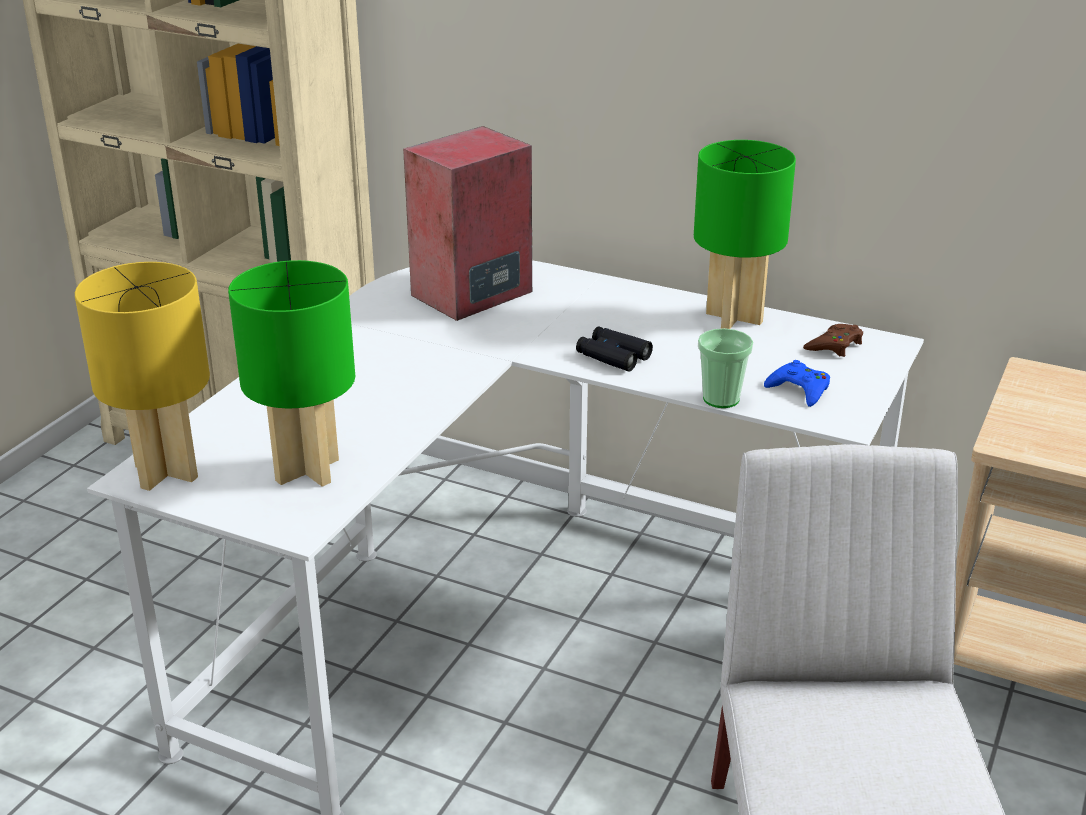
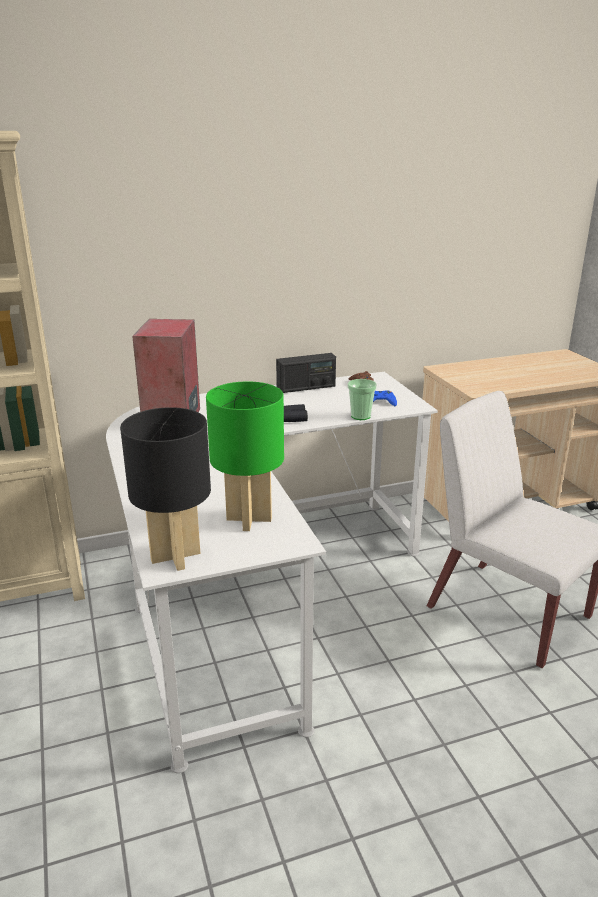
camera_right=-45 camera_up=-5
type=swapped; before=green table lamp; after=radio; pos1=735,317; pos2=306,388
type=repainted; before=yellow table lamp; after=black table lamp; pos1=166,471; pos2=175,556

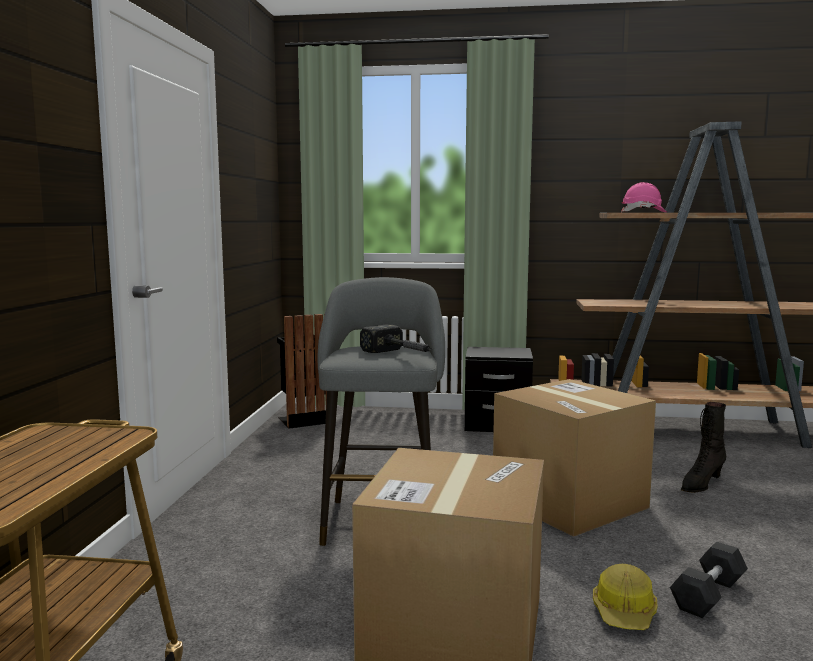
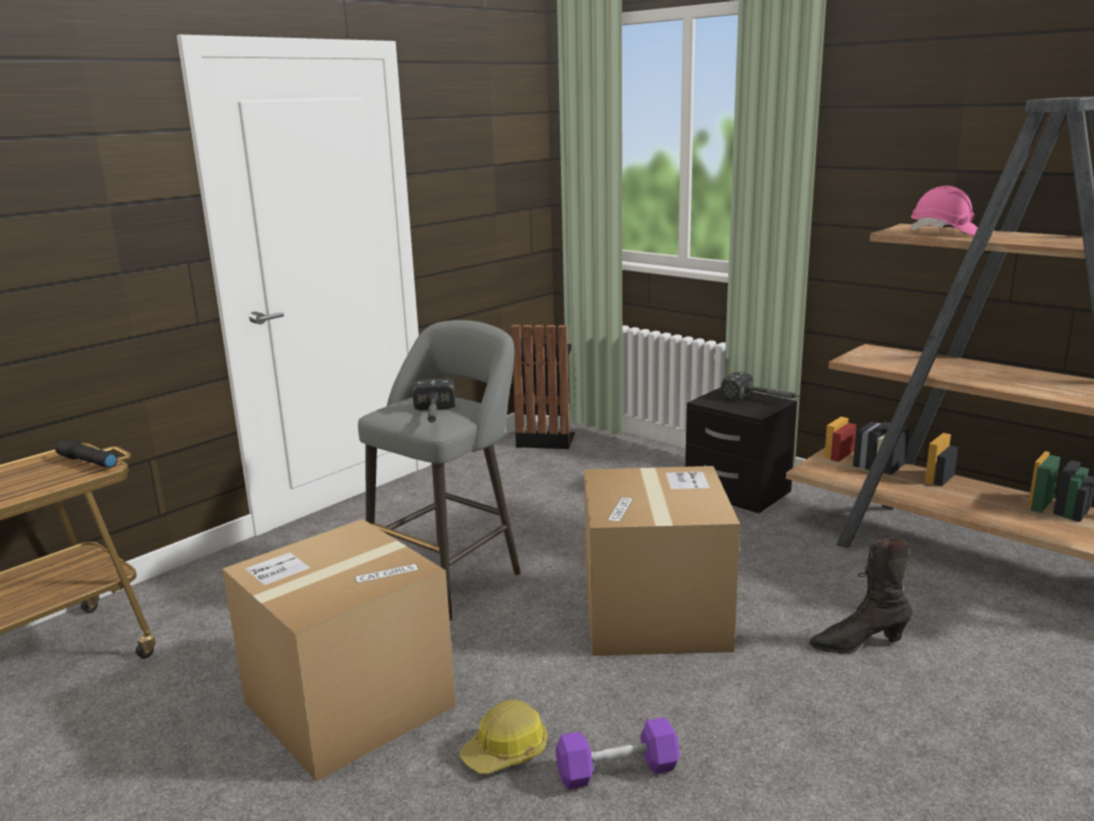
camera_right=35 camera_up=10
type=repainted; before=grey dumbbell; after=purple dumbbell; pos1=708,595; pos2=617,770
type=new; after=hammer; pos2=762,400
type=new; after=black flashlight; pos2=87,462

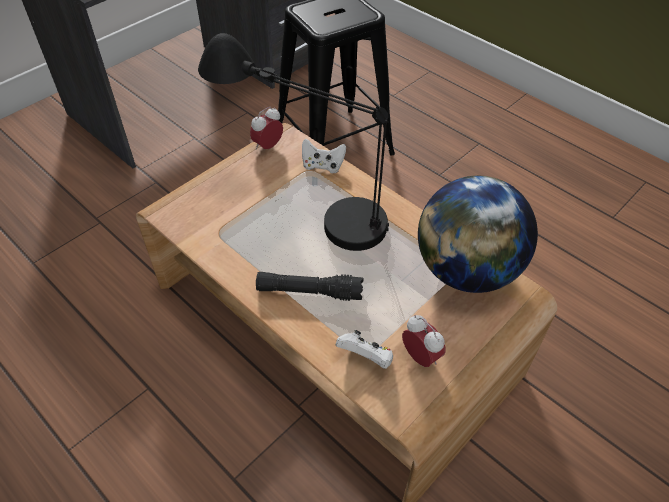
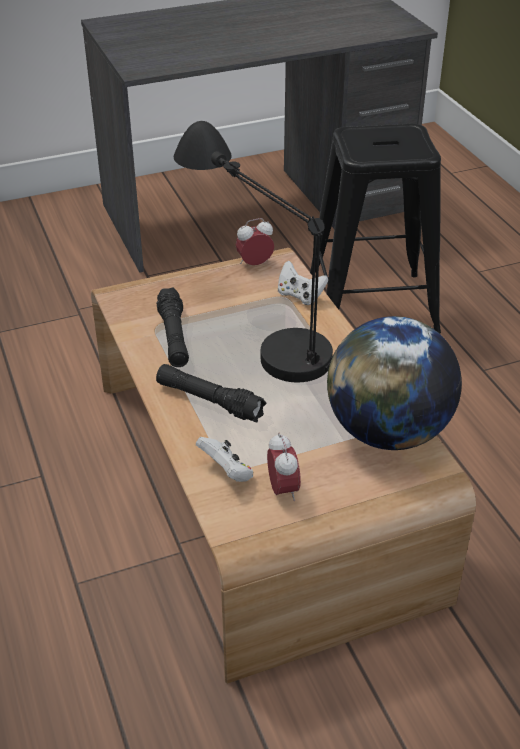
camera_right=25 camera_up=-10
type=new; after=black flashlight; pos2=174,336

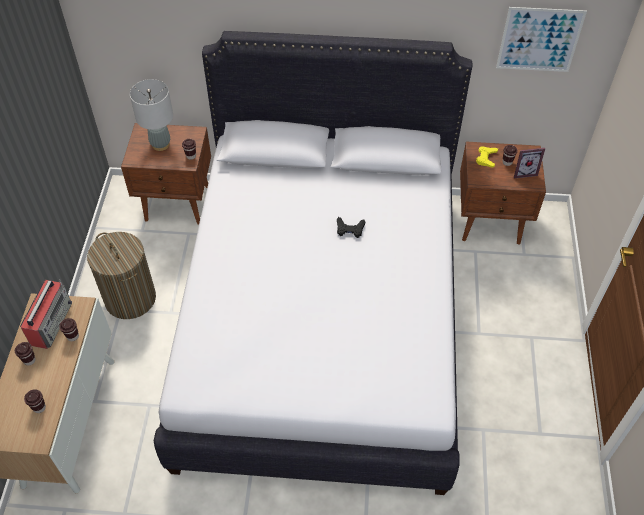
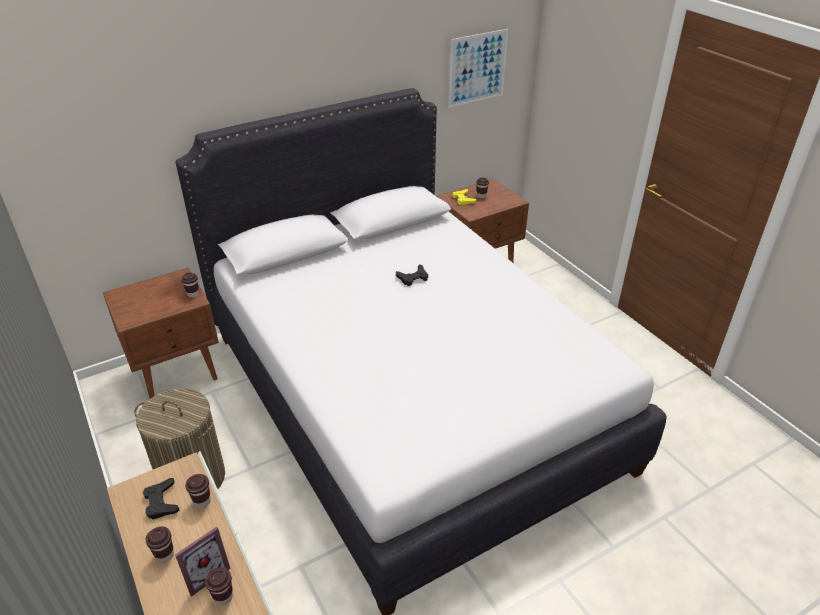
camera_right=-35 camera_up=-15
type=gone; before=grey table lamp; pos1=160,144
type=shifted; before=picture frame; pos1=523,172; pos2=204,573
type=swapped; before=radio; after=black game controller; pos1=51,322; pos2=161,502

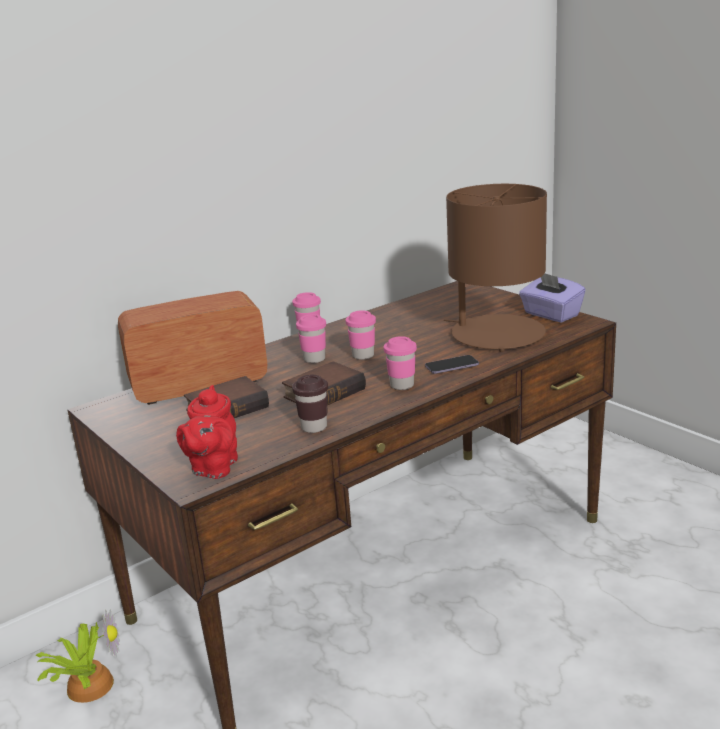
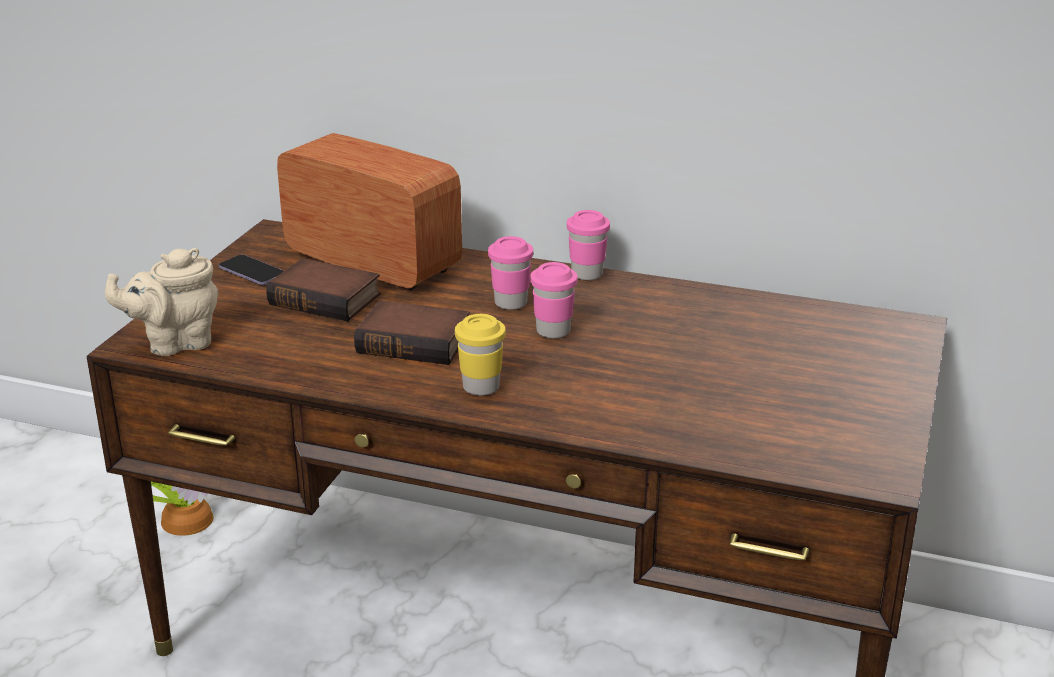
camera_right=55 camera_up=5
type=gone; before=brown table lamp; pos1=496,334
type=gone; before=purple tissue box; pos1=551,315
type=repainted; before=pink cup; after=yellow cup; pos1=402,385; pos2=481,387
type=shifted; before=phone; pos1=452,366; pos2=252,272
type=gone; before=brown cup; pos1=314,427
type=repainted; before=red teapot; after=beige teapot; pos1=213,468; pos2=175,343

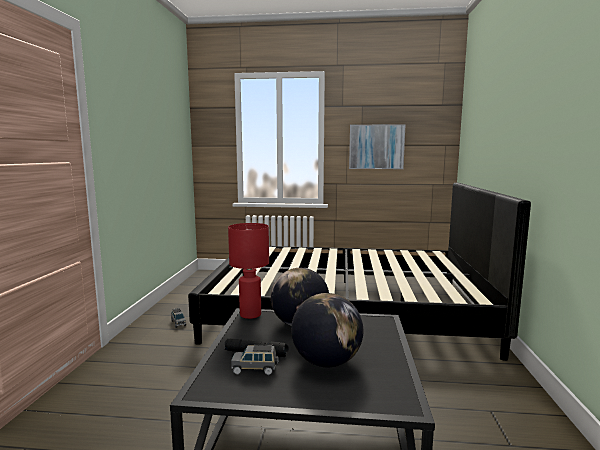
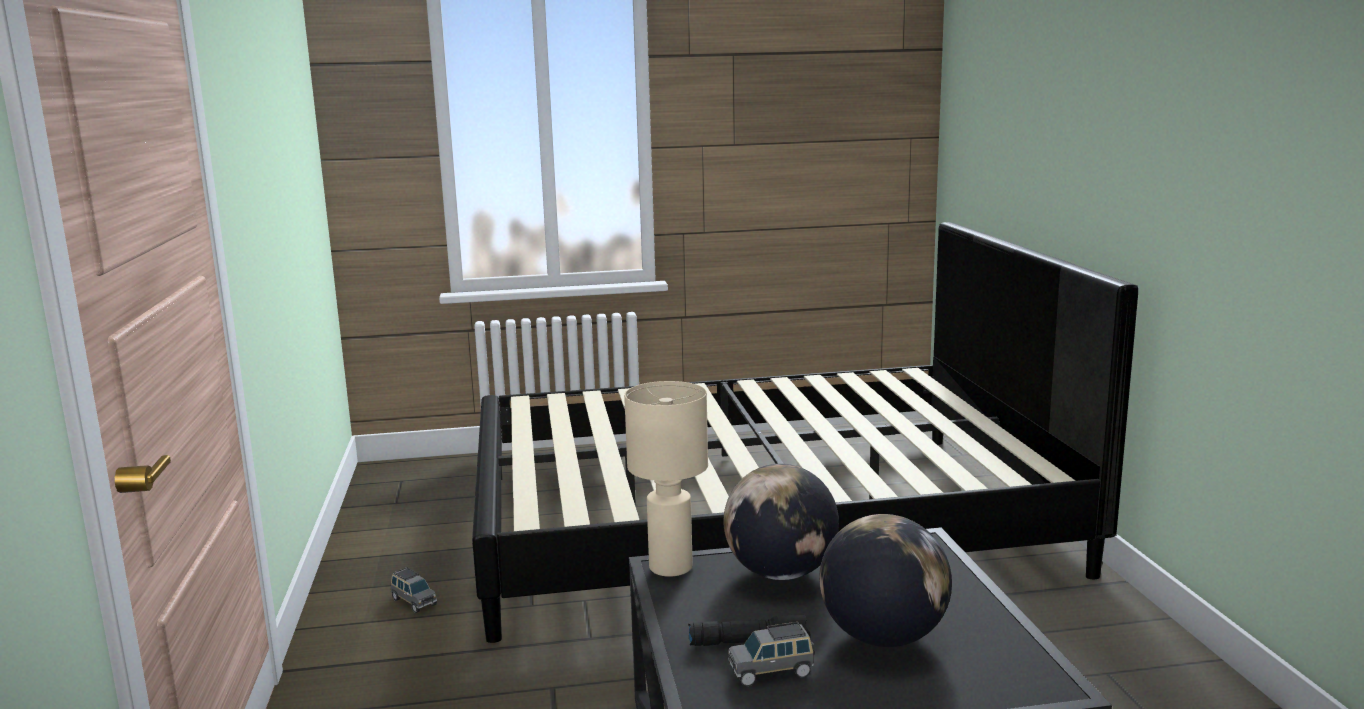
camera_right=-15 camera_up=5
type=gone; before=picture; pos1=376,147
type=repainted; before=red table lamp; after=beige table lamp; pos1=250,314; pos2=671,567

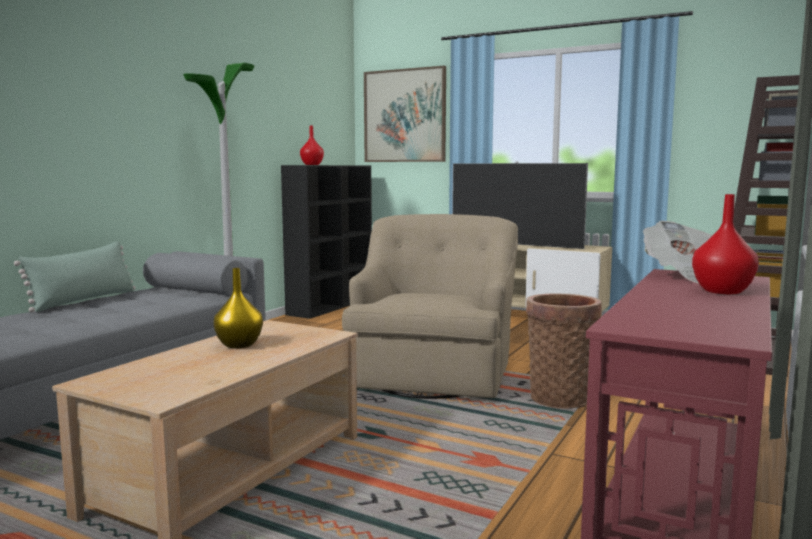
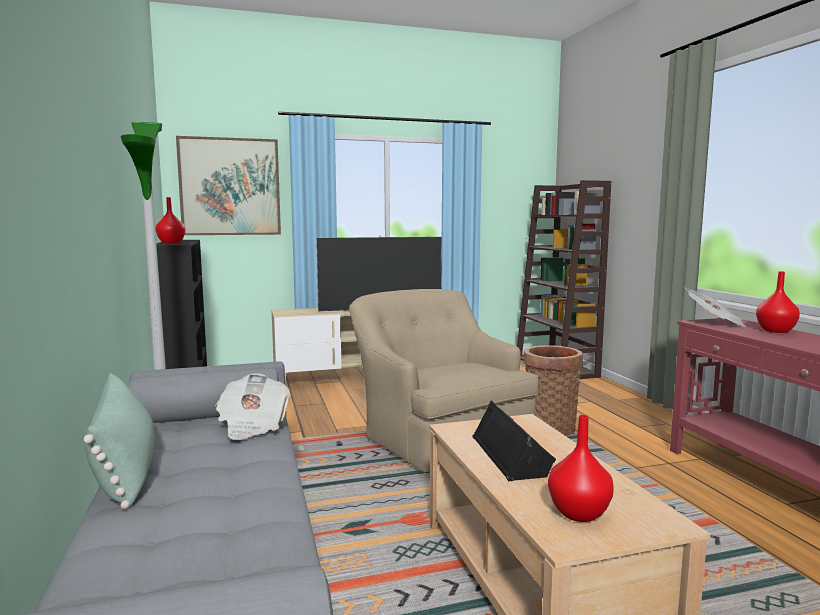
camera_right=-45 camera_up=0
type=swapped; before=yellow vase; after=black speaker; pos1=239,345; pos2=512,455
type=new; after=newspaper; pos2=252,425
type=new; after=red vase; pos2=577,513

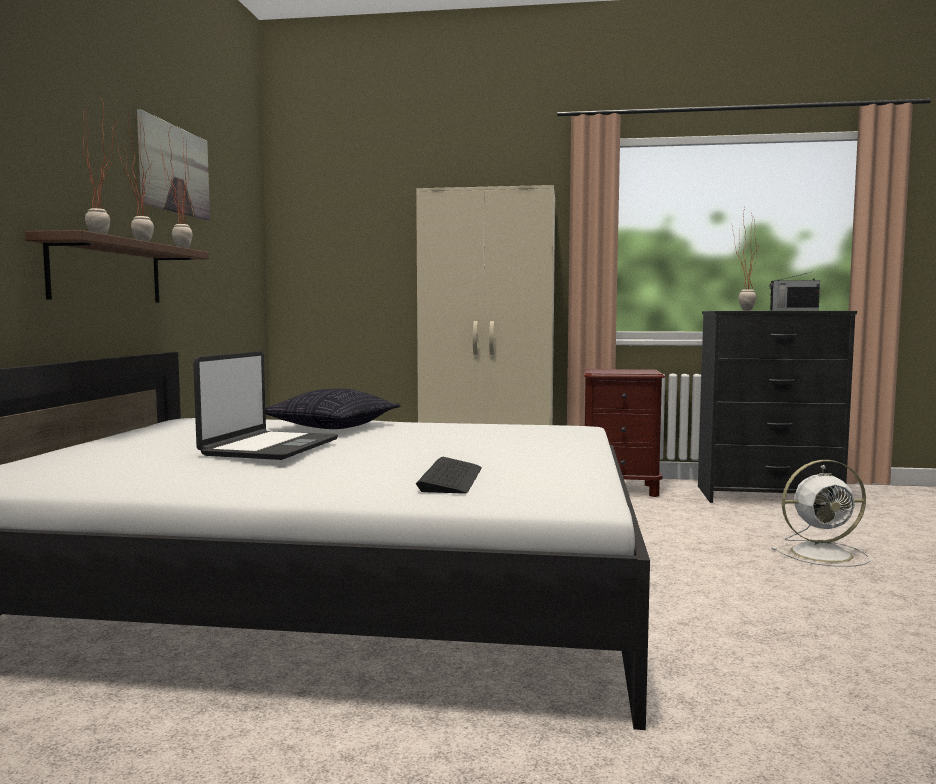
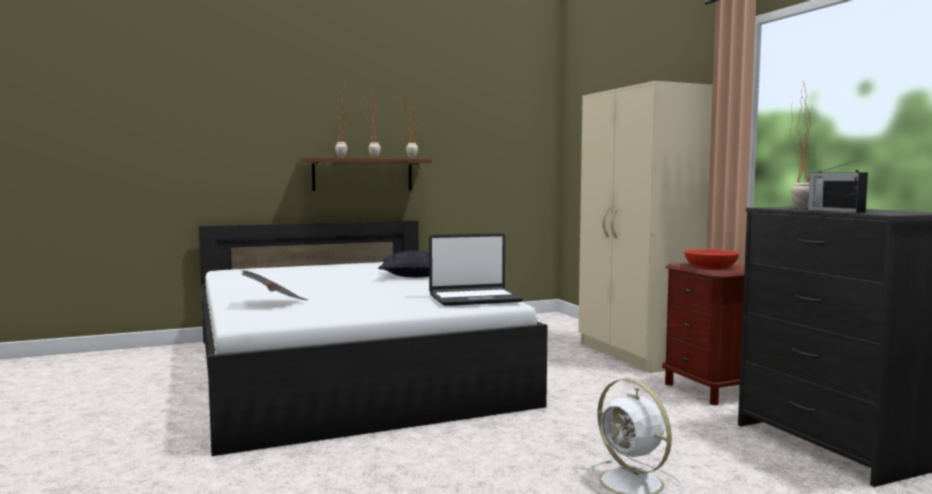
camera_right=60 camera_up=0
type=gone; before=picture; pos1=174,169
type=shifted; before=laptop; pos1=269,447; pos2=474,298
type=swapped; before=keyboard; after=newspaper; pos1=451,478; pos2=275,303
type=new; after=red bowl; pos2=710,266

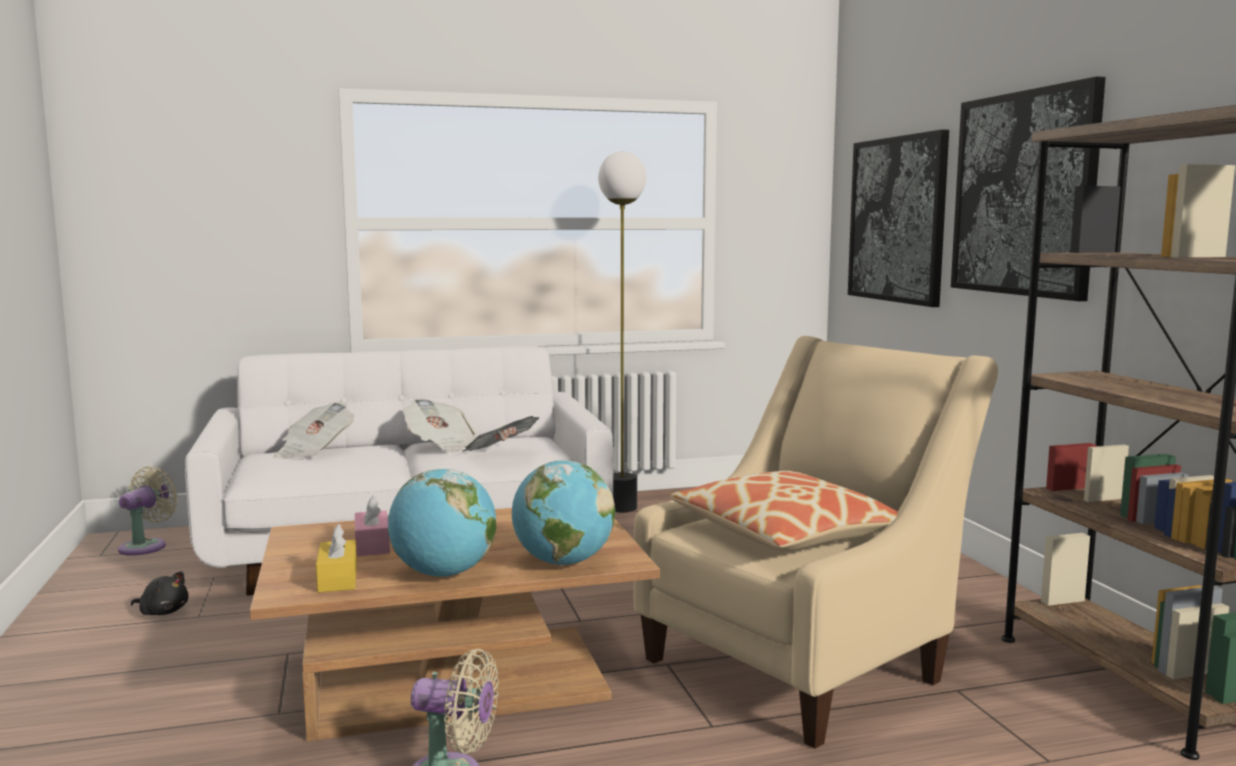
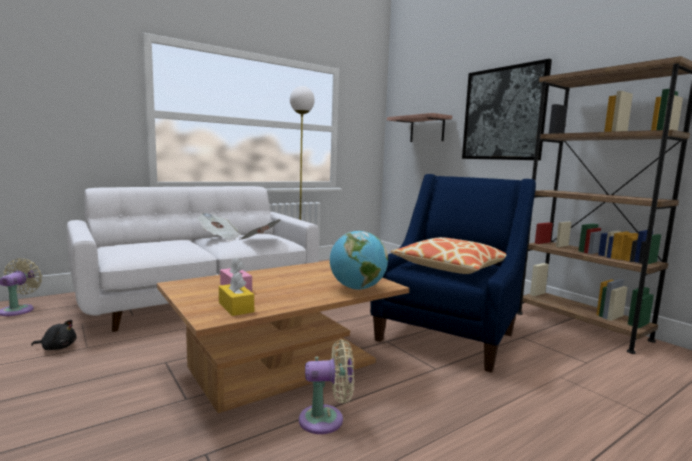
camera_right=-20 camera_up=0
type=swapped; before=picture; after=shelf; pos1=897,219; pos2=427,129
type=repainted; before=beige armchair; after=blue armchair; pos1=805,664; pos2=449,333
type=gone; before=newspaper; pos1=314,451
type=gone; before=globe; pos1=444,574

